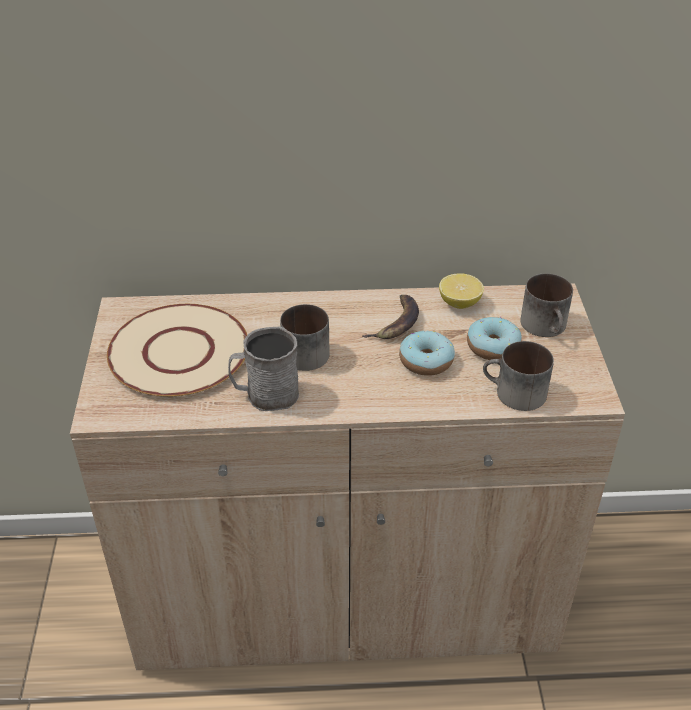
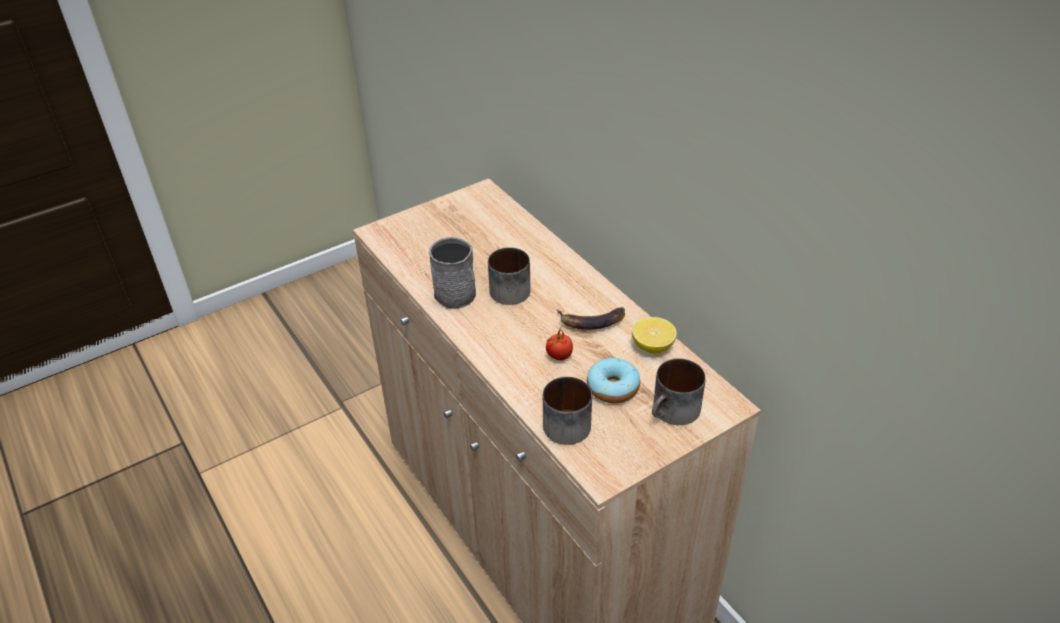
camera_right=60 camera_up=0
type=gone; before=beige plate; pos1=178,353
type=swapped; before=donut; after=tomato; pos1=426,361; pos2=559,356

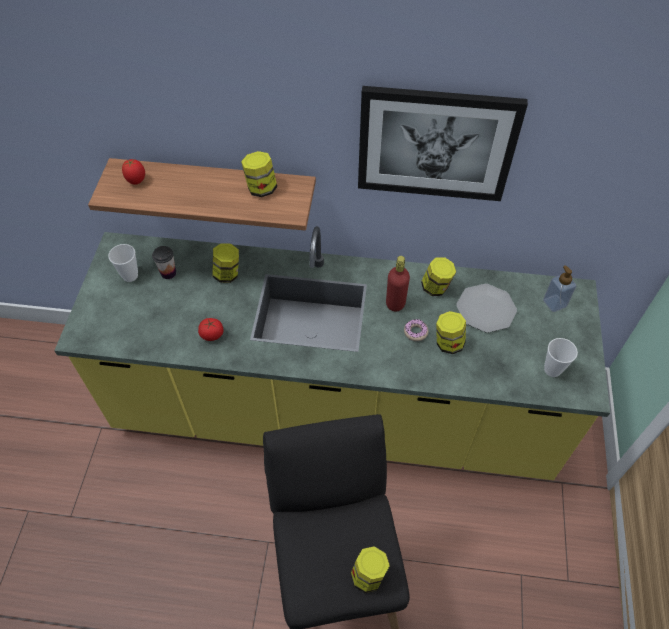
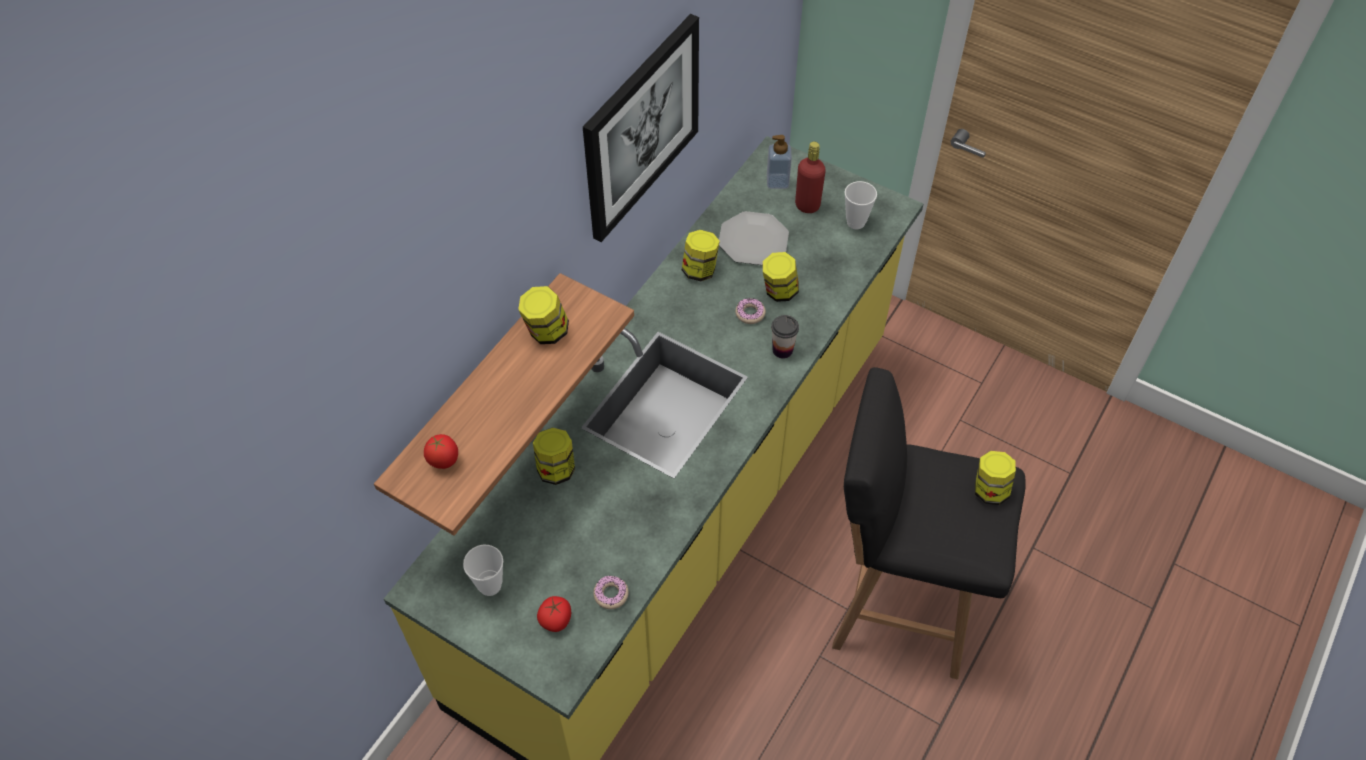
camera_right=-65 camera_up=0
type=shifted; before=cup; pos1=168,273; pos2=782,350
type=shifted; before=red bottle; pos1=395,303; pos2=807,205
type=shifted; before=tomato; pos1=212,334; pos2=555,619
type=new; after=donut; pos2=611,594

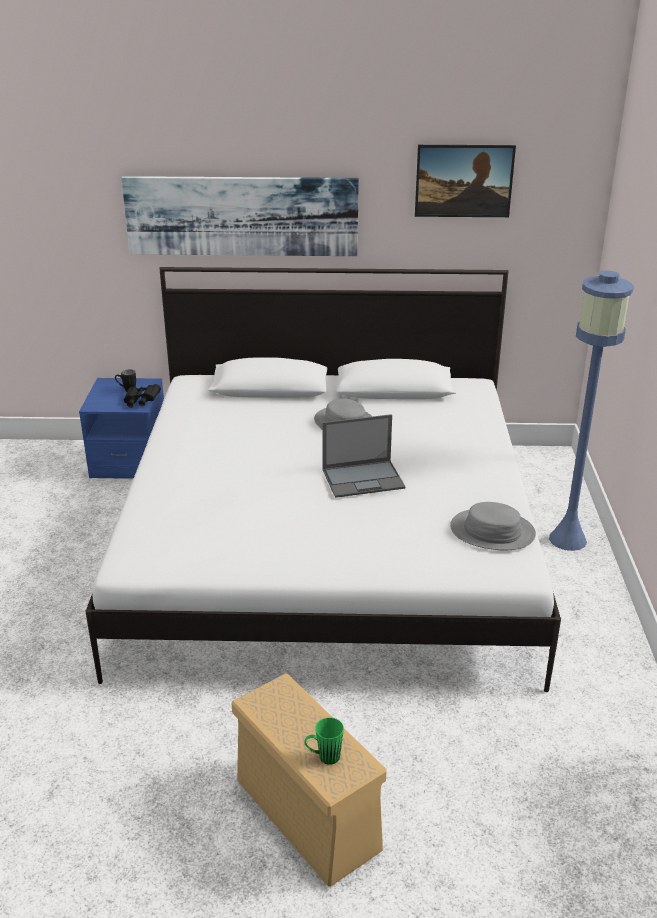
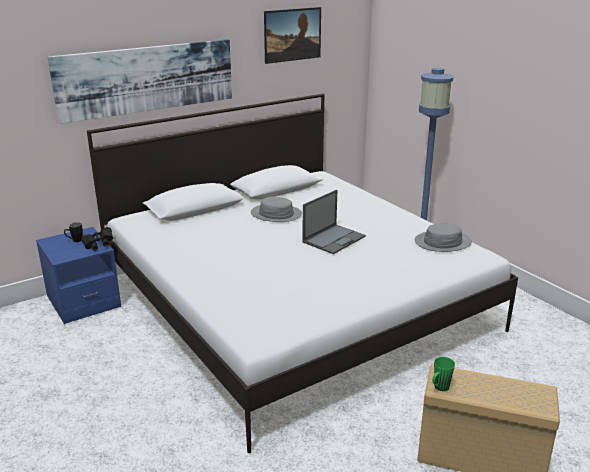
camera_right=-35 camera_up=-5
type=shifted; before=green mug; pos1=324,757; pos2=439,388

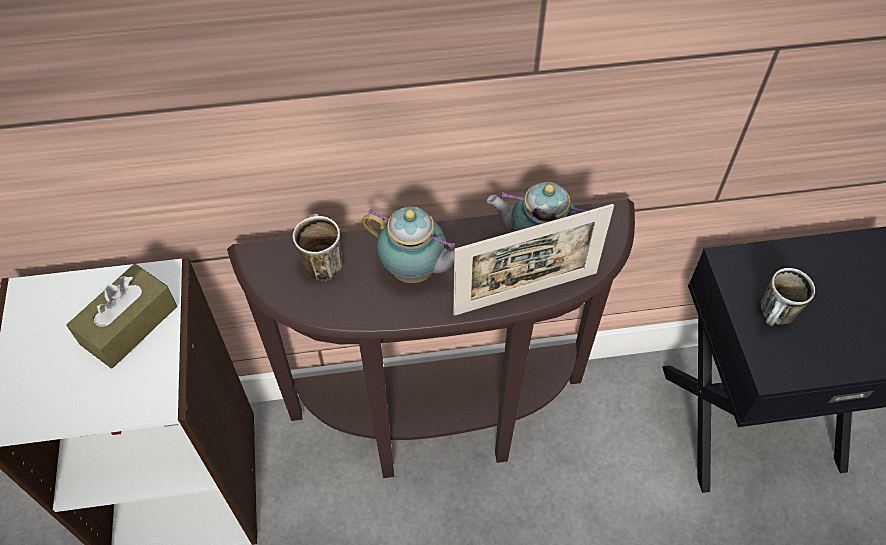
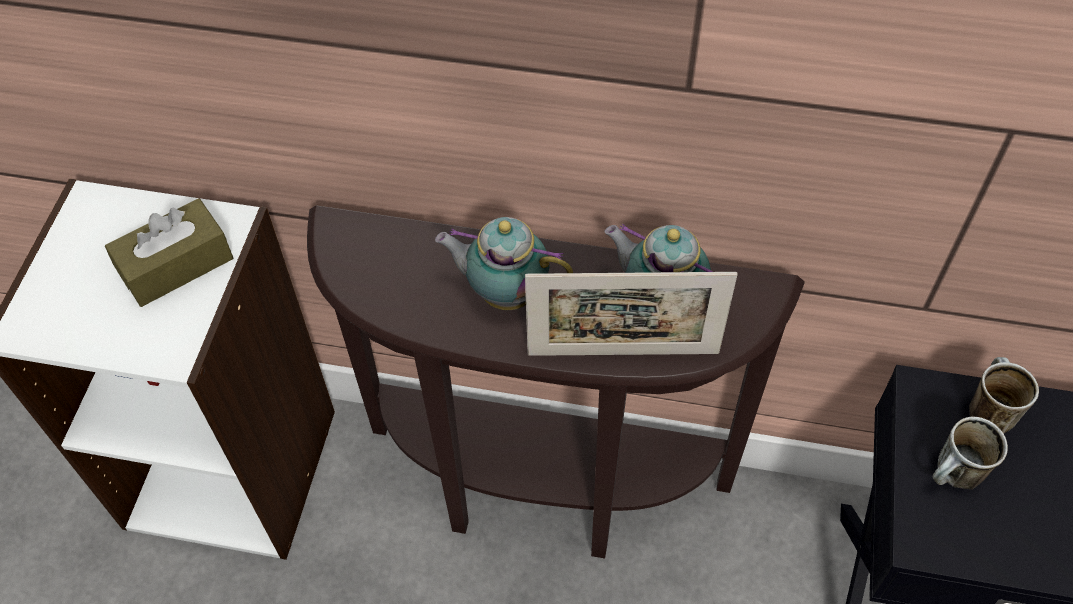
camera_right=20 camera_up=0
type=rotated; before=teapot; pos1=415,272; pos2=504,292; turn=150
type=shifted; before=mug; pos1=320,261; pos2=986,410

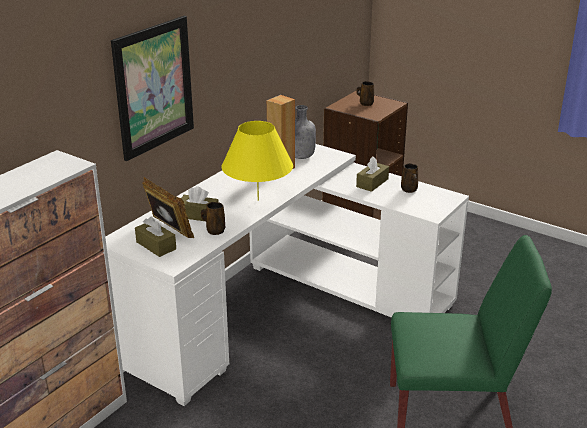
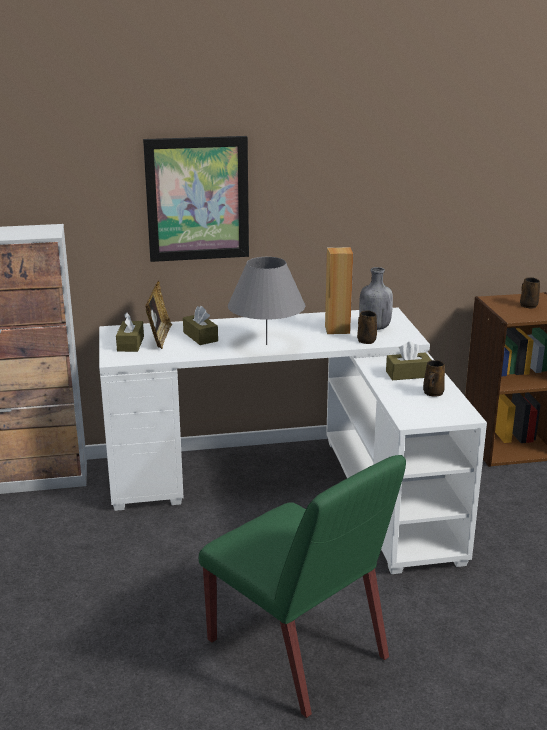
camera_right=45 camera_up=-5
type=repainted; before=yellow table lamp; after=grey table lamp; pos1=258,200; pos2=266,344
type=shifted; before=brown mug; pos1=214,230; pos2=366,340

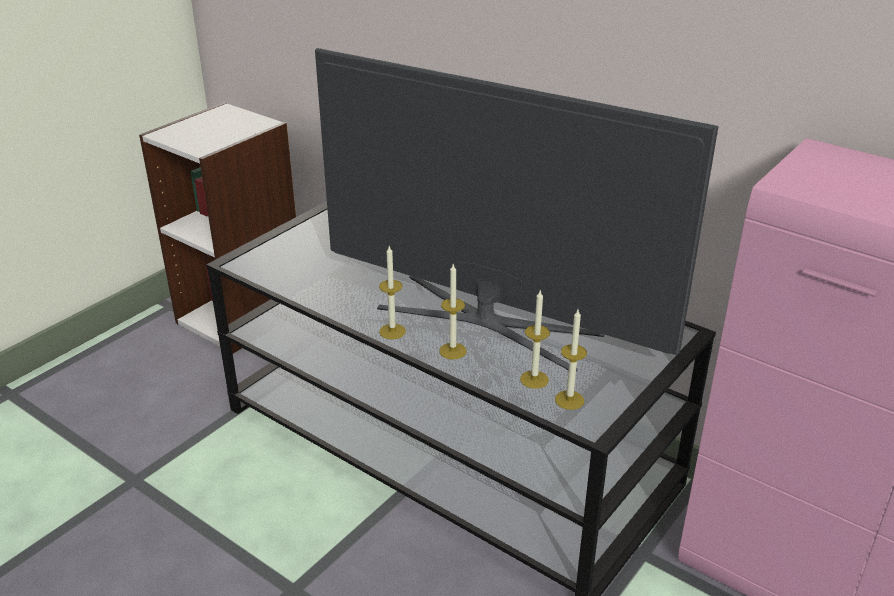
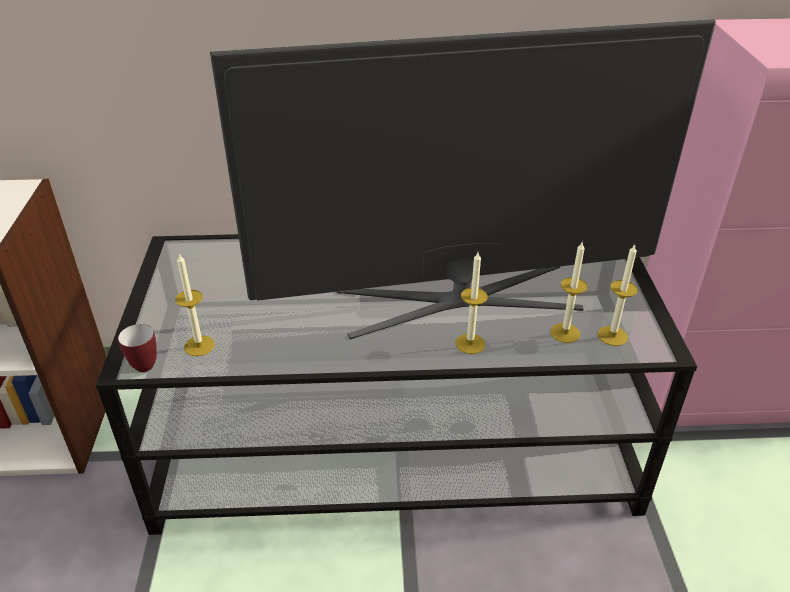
camera_right=-40 camera_up=5
type=shifted; before=candle; pos1=392,331; pos2=199,346
type=new; after=mug; pos2=145,363

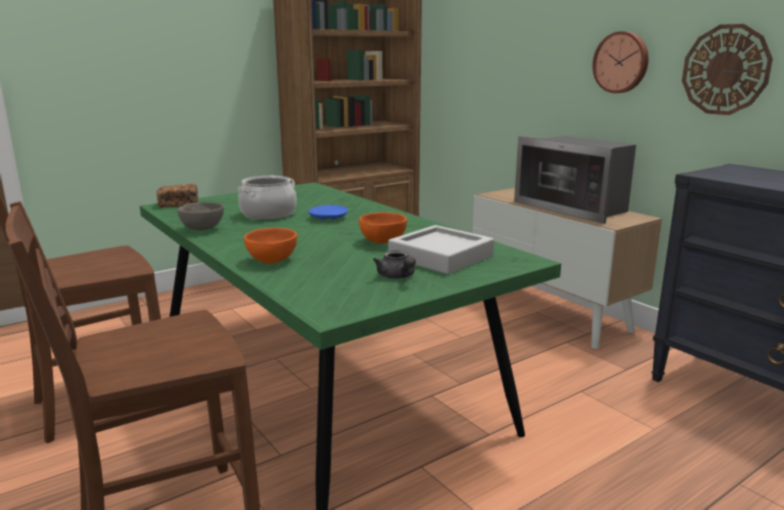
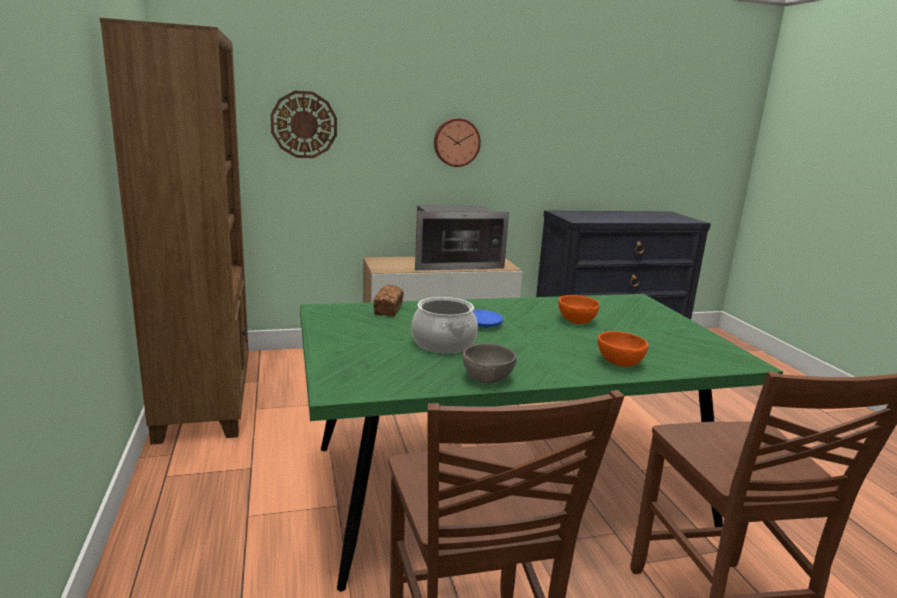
camera_right=-70 camera_up=0
type=shifted; before=wall clock; pos1=725,70; pos2=304,124
type=shifted; before=bread; pos1=178,204; pos2=388,310
type=gone; before=grey tray; pos1=440,257
type=gone; before=grey teapot; pos1=397,277

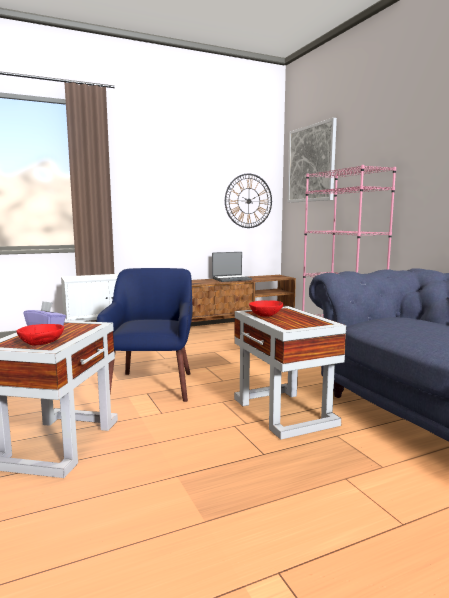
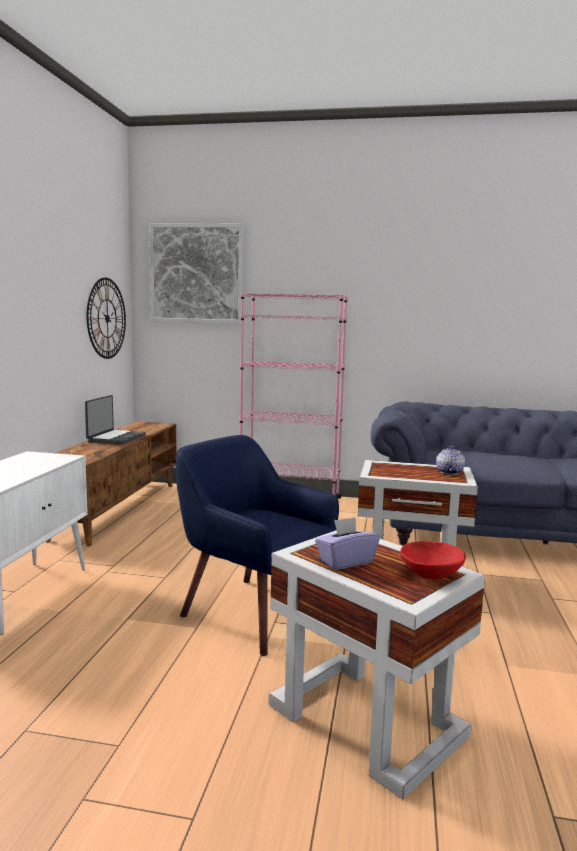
camera_right=-55 camera_up=0
type=gone; before=red bowl; pos1=266,315
type=new; after=teapot; pos2=449,472

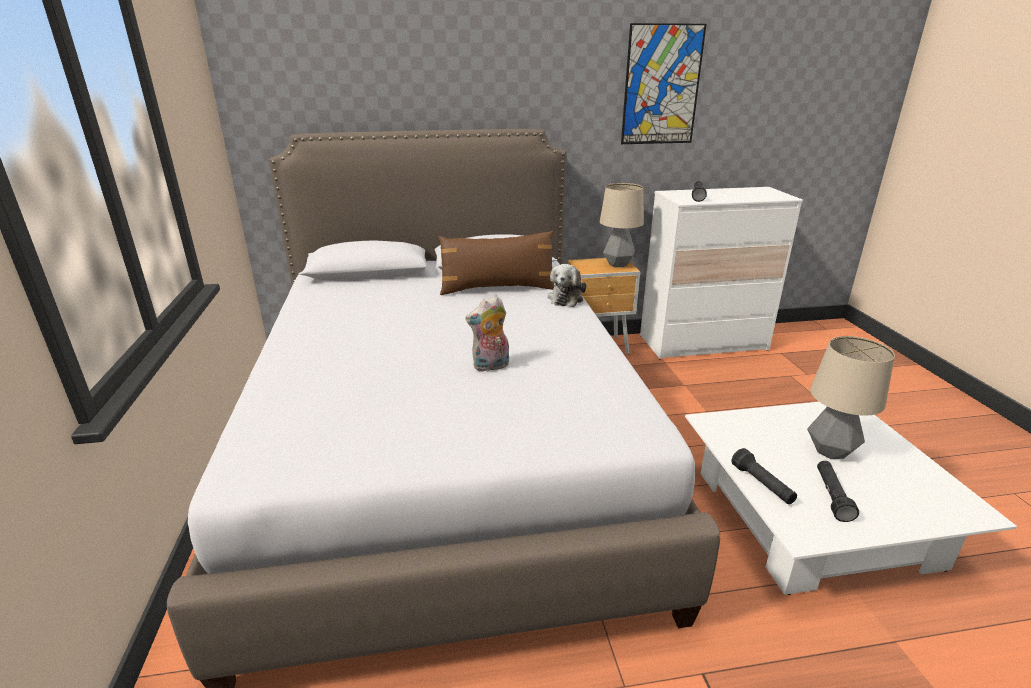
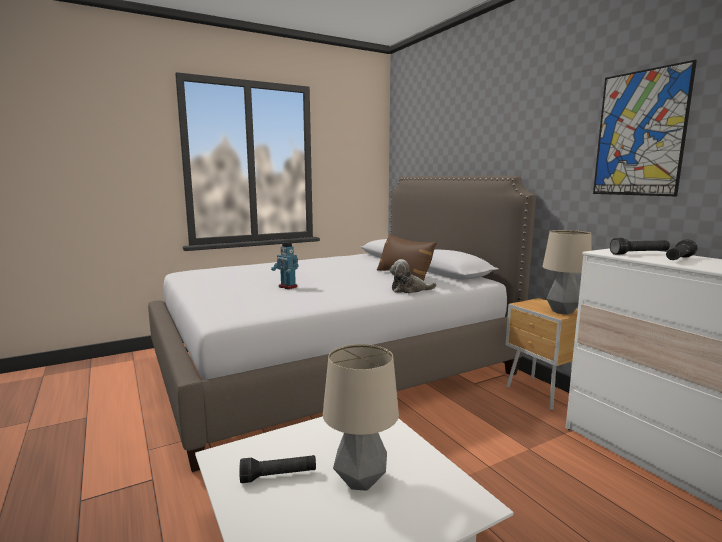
camera_right=70 camera_up=-15
type=swapped; before=plush toy; after=toy robot; pos1=491,366; pos2=287,287
type=shifted; before=black flashlight; pos1=762,485; pos2=678,259

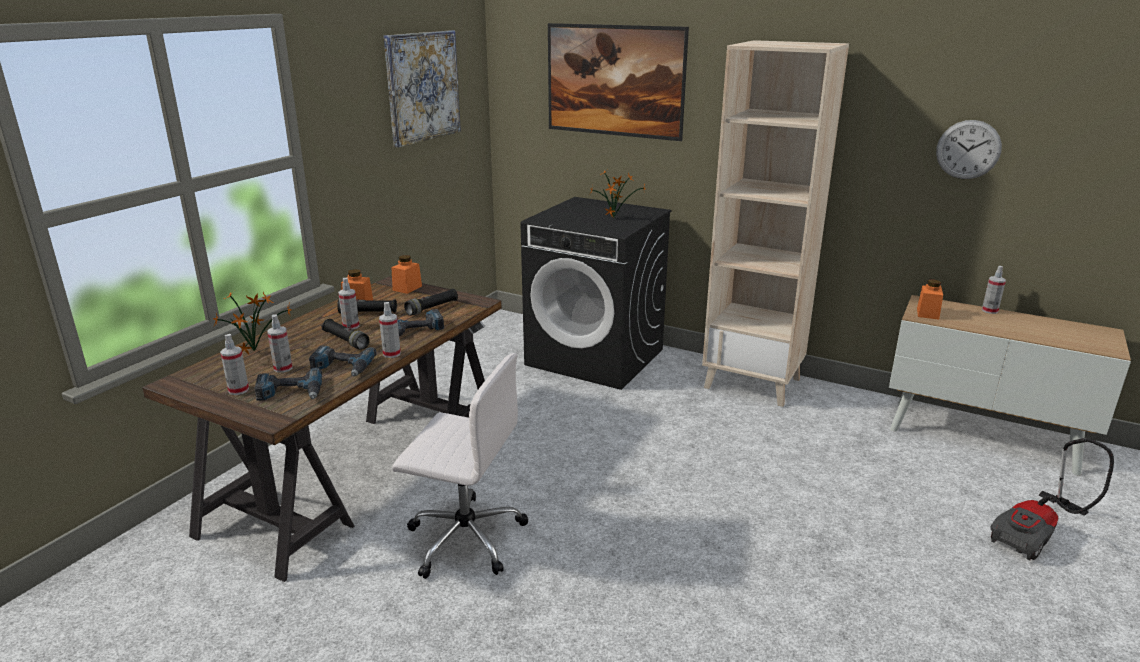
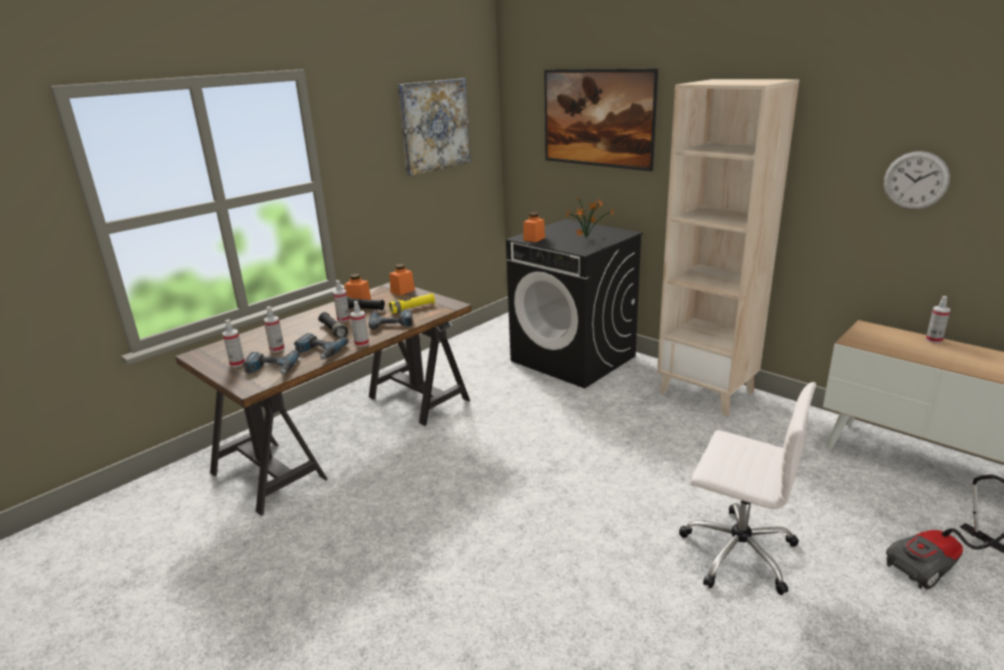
camera_right=15 camera_up=0
type=shifted; before=orange jar; pos1=927,313; pos2=534,239
type=repainted; before=black flashlight; after=yellow flashlight; pos1=432,308; pos2=412,308
type=gone; before=potted plant; pos1=255,350
type=shifted; before=white office chair; pos1=464,538; pos2=736,551

